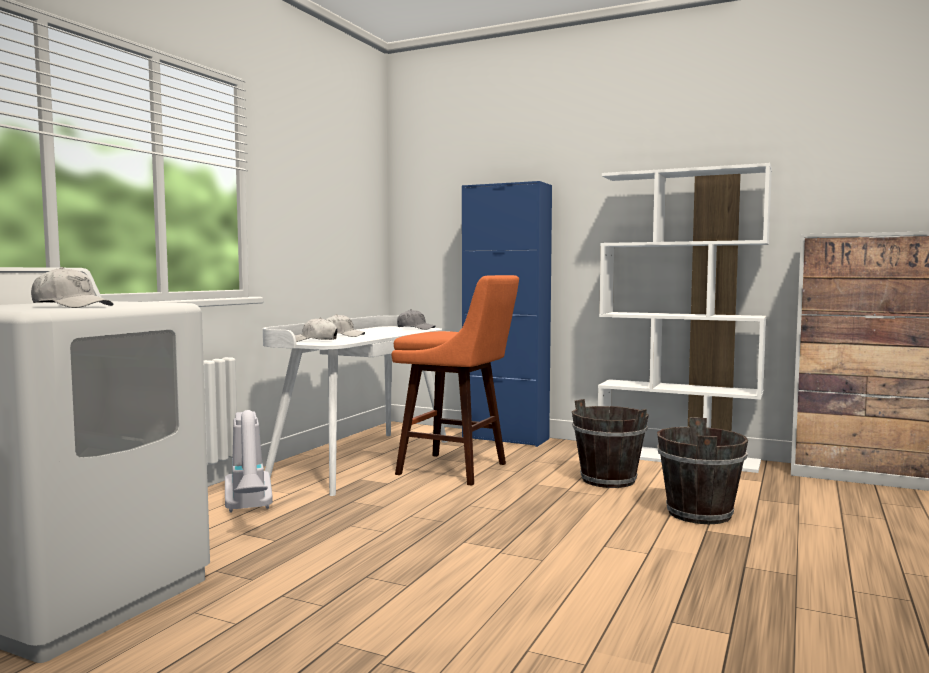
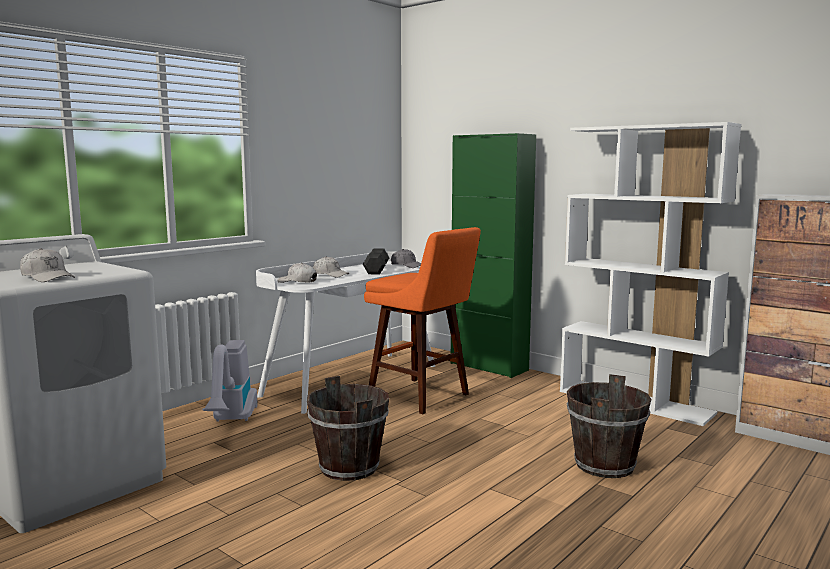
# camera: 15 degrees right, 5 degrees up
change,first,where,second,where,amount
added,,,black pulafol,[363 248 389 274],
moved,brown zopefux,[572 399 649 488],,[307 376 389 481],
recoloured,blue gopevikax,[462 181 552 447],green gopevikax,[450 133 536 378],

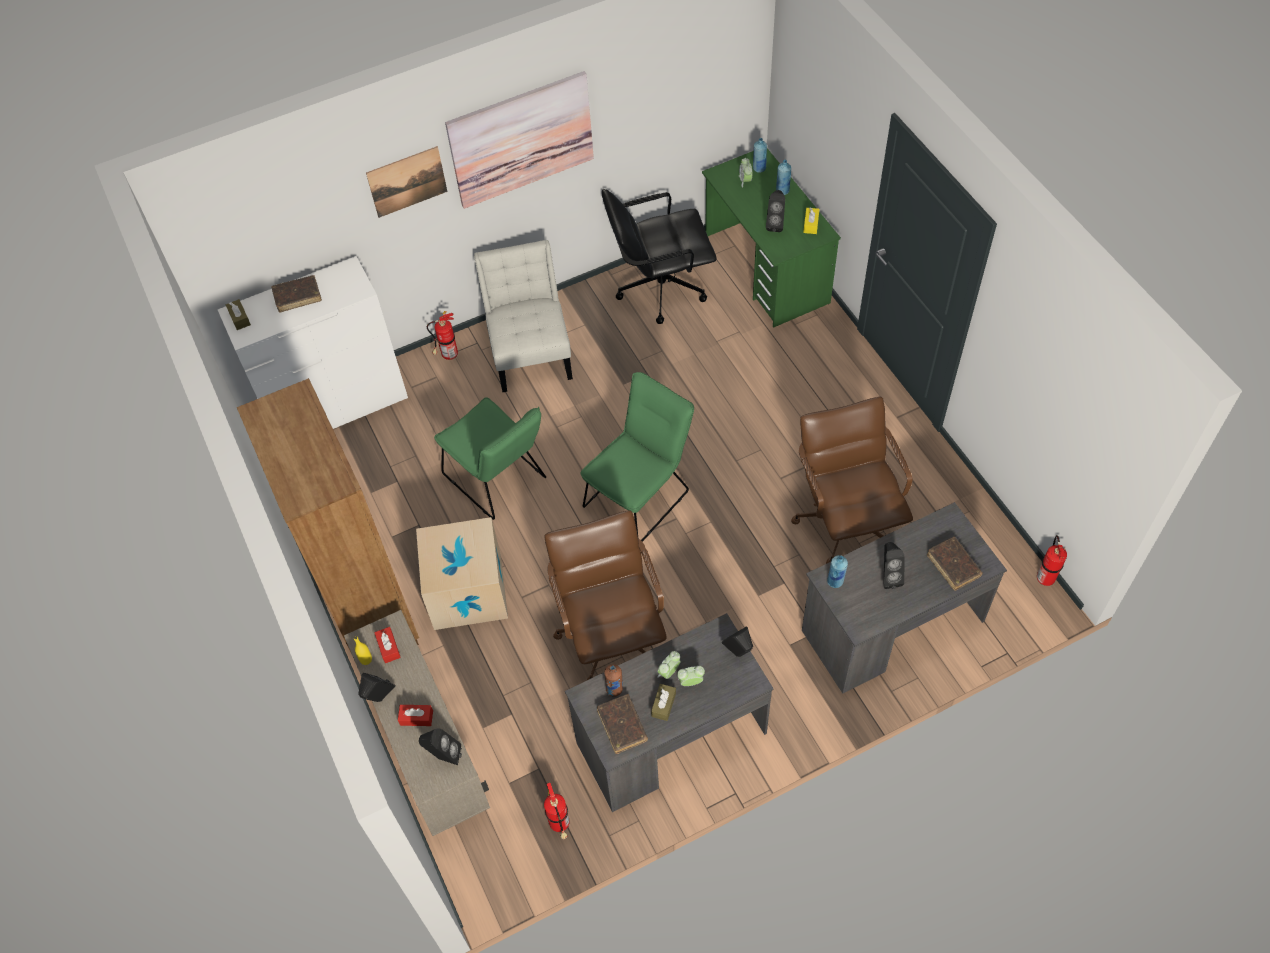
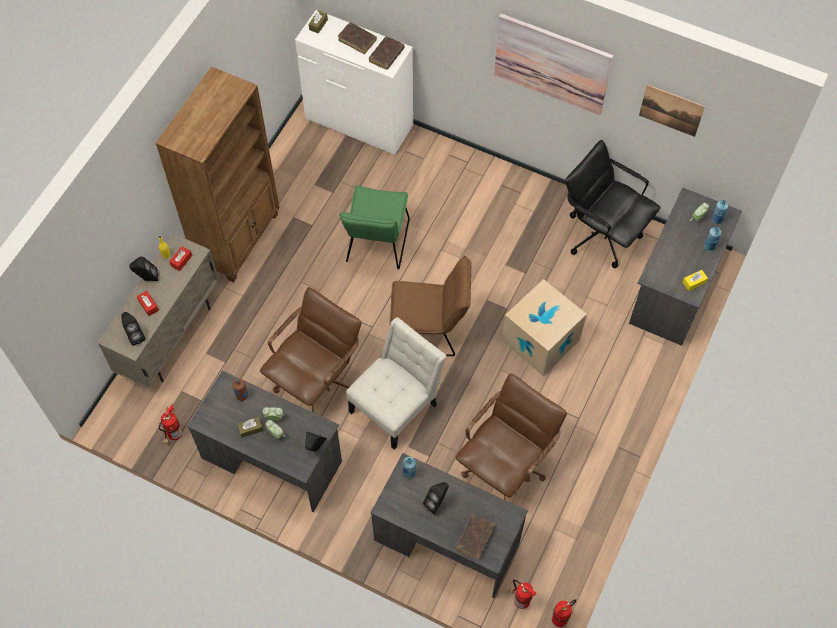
# camera: 50 degrees right, 5 degrees up
change,first,where,second,where,amount
removed,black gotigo,[766 190 785 232],,,
moved,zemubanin,[366 146 448 218],,[639 85 705 137],
moved,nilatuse,[416 517 508 630],,[502 279 587 376],
moved,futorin,[427 311 458 360],,[509 579 536 609],
moved,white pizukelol,[474 240 573 392],,[346 317 446 449],
moved,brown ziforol,[597 694 648 754],,[369 36 405 70],
recoloured,green pizukelol,[581 372 694 542],brown pizukelol,[389 256 471 356],
recoloured,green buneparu,[702 148 841 327],grey buneparu,[629 187 742 346],

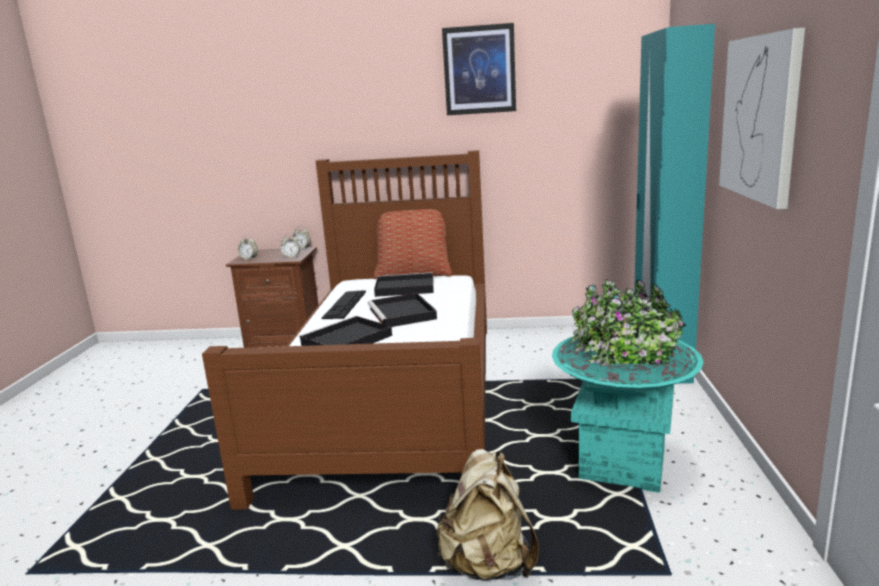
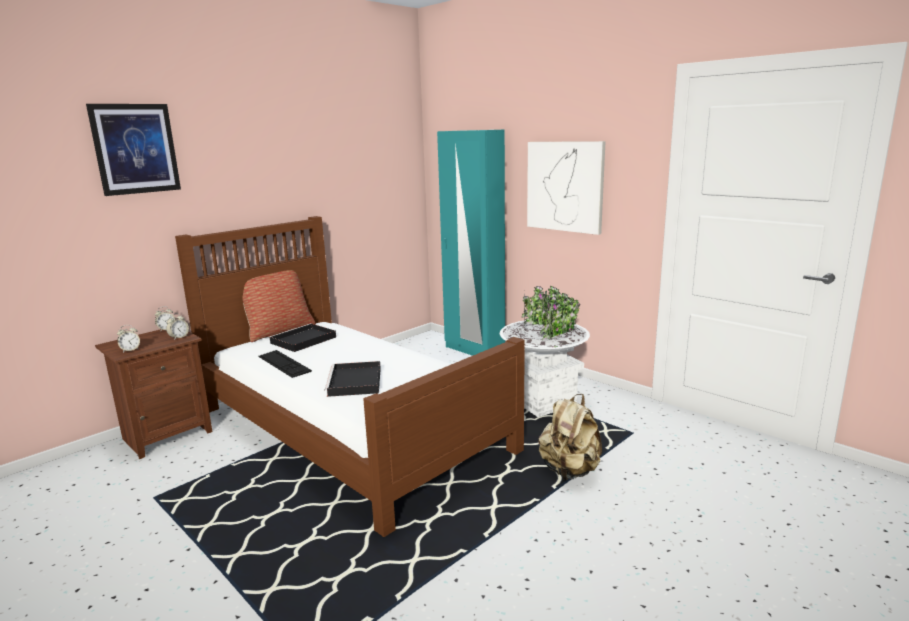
# camera: 50 degrees left, 0 degrees up
change,first,where,second,where,amount
removed,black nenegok,[368 293 437 327],,,
moved,zemubanin,[442 23 516 115],,[86 104 181 196],
recoloured,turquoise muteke,[552 279 704 493],white muteke,[500 286 590 417],

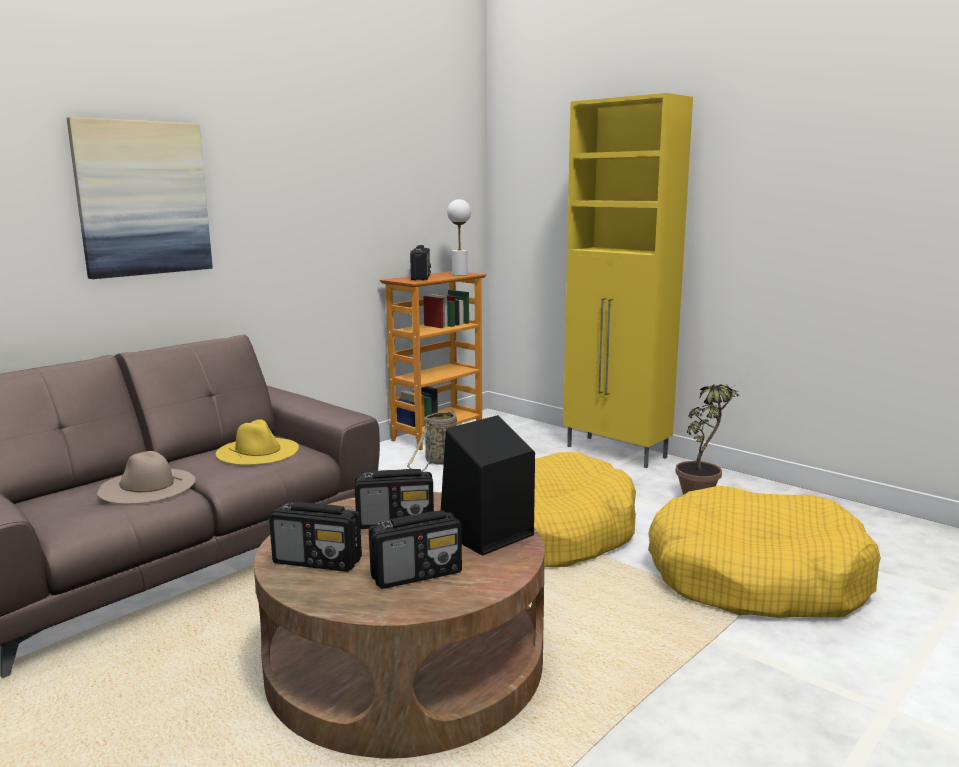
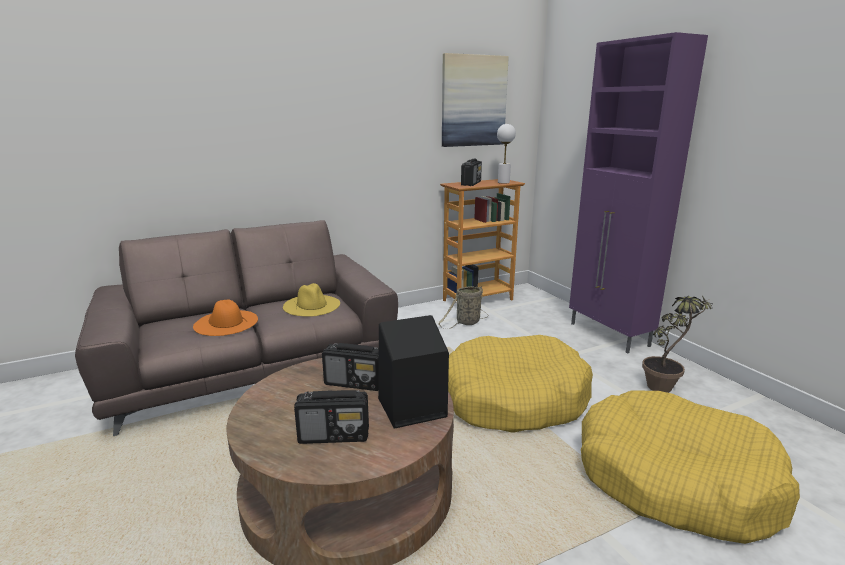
# camera: 20 degrees right, 5 degrees up
change,first,where,second,where,amount
removed,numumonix,[269 502 362 572],,,
moved,zemubanin,[67 117 213 279],,[442 53 509 147],
recoloured,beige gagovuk,[97 451 196 504],orange gagovuk,[193 300 258 336],
recoloured,yellow gopevikax,[563 93 693 468],purple gopevikax,[569 32 708 354],

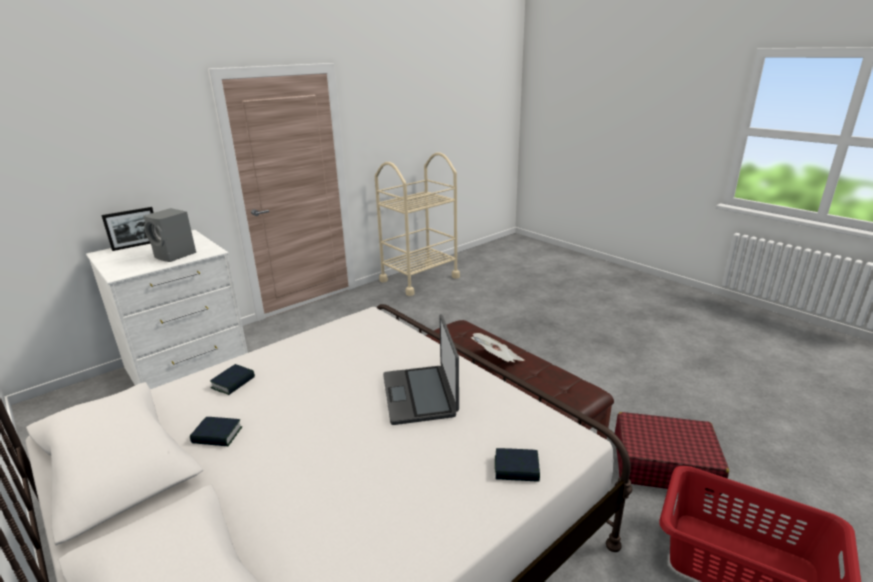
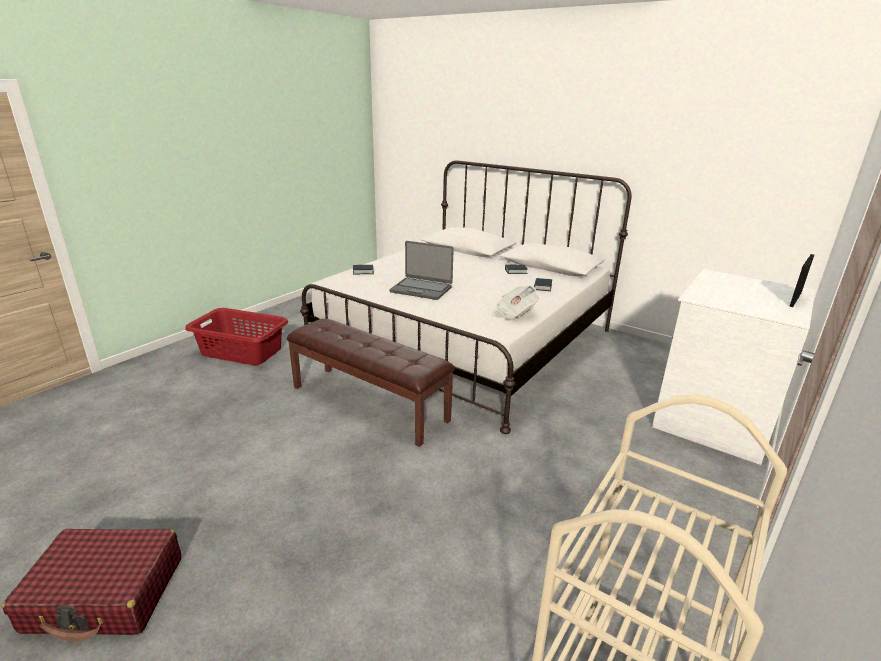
# camera: 165 degrees right, 0 degrees up
change,first,where,second,where,amount
removed,grey gotigo,[143 208 196 262],,,
moved,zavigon,[471 333 525 363],,[492 286 539 320],
moved,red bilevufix,[615 412 729 495],,[2 529 182 642],
turned,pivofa,[383 314 459 425],,[389 241 454 300],135 degrees clockwise

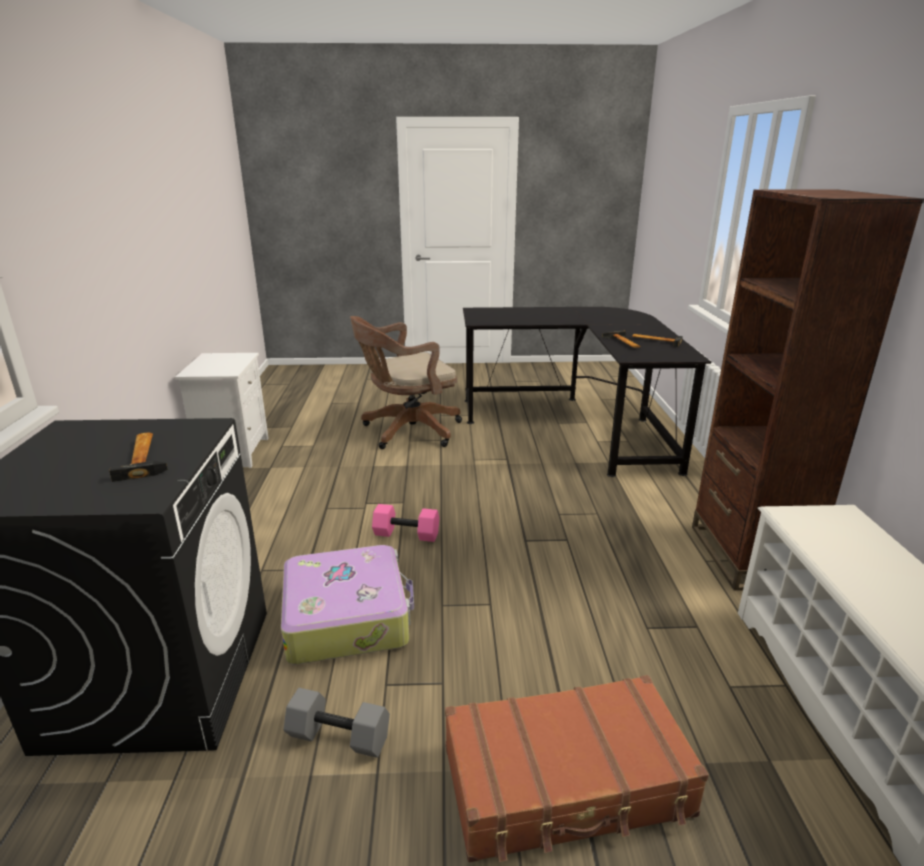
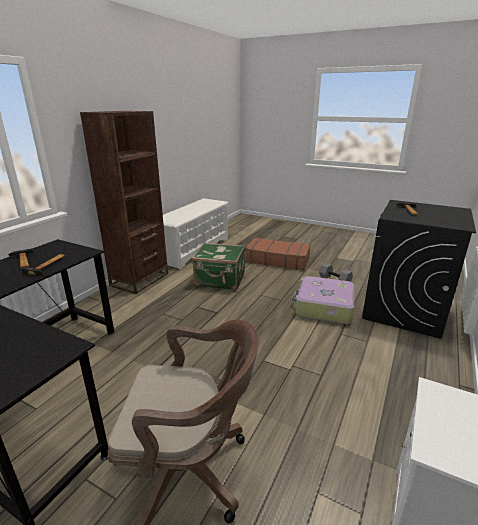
# camera: 150 degrees left, 0 degrees up
change,first,where,second,where,amount
removed,pink pulafol,[372 504 439 542],,,
added,,,green bilevufix,[192 242 246 290],

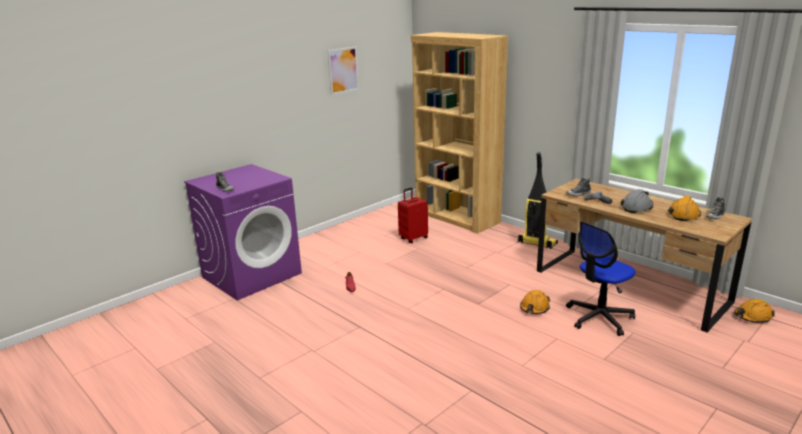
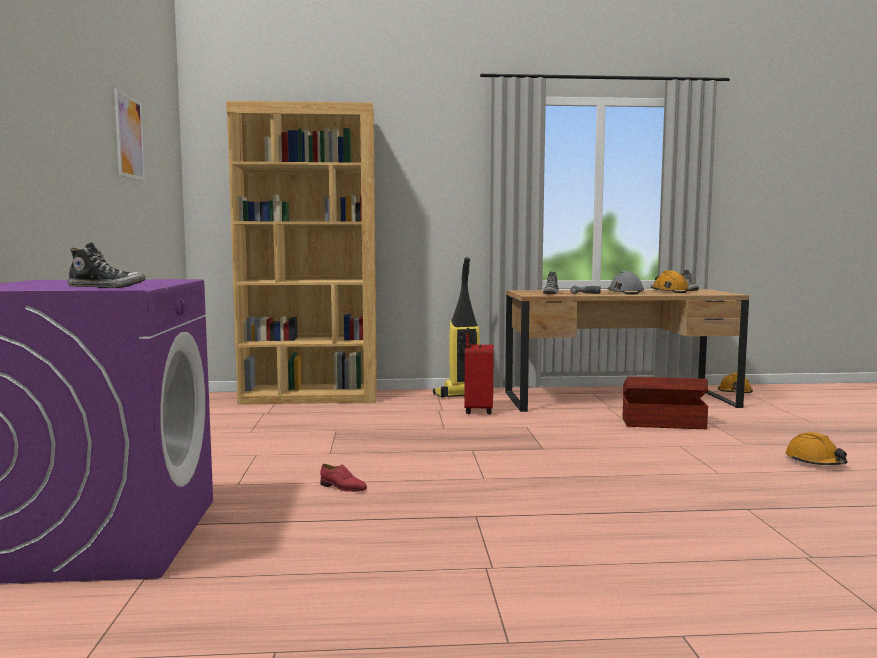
# camera: 50 degrees left, 15 degrees down
change,first,where,second,where,amount
moved,red bilevufix,[398 188 428 243],,[464 328 494 414],
moved,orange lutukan,[520 290 550 314],,[786 432 847 465],
replaced,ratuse,[566 221 635 336],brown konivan,[623 377 708 429],

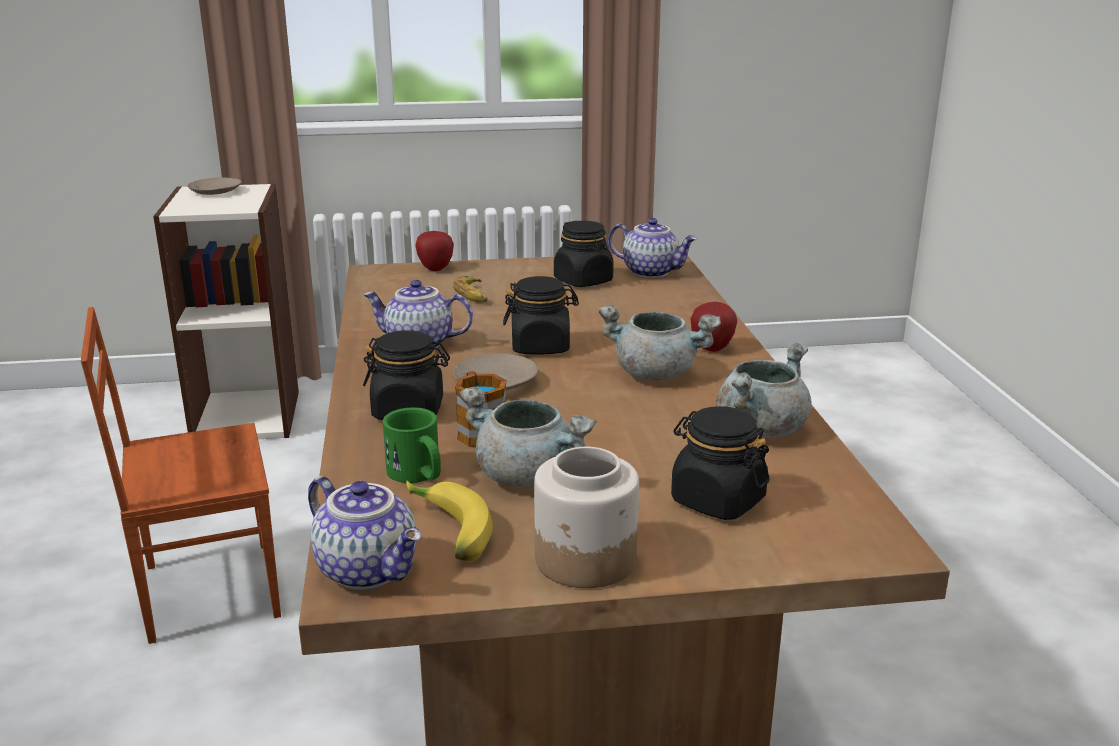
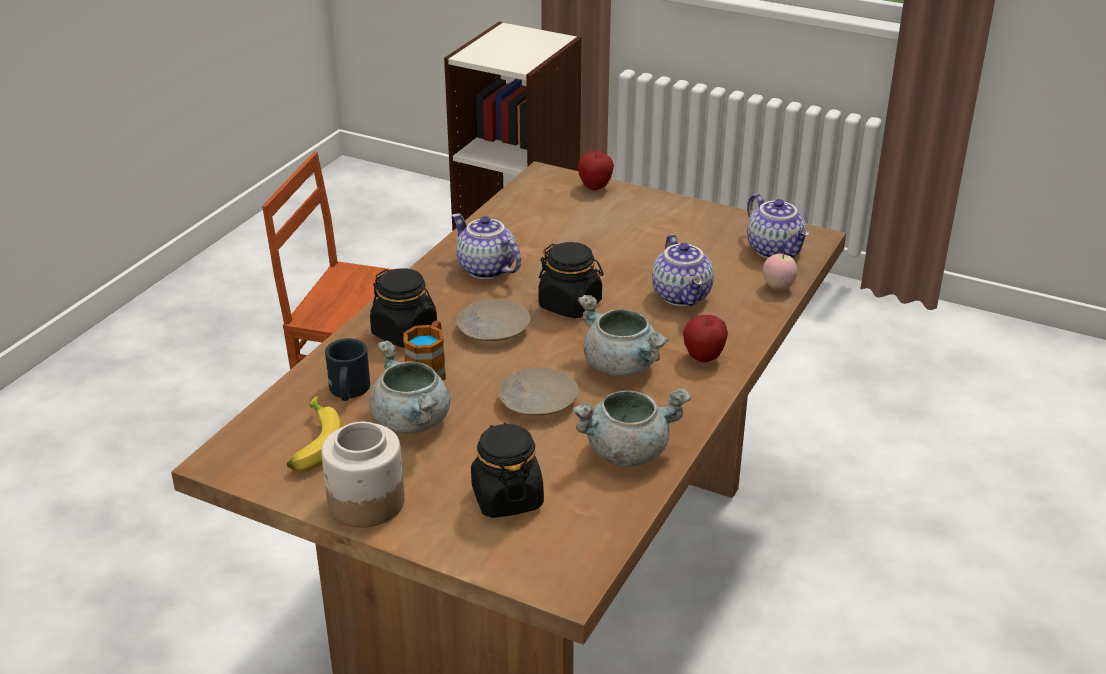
# camera: 35 degrees right, 10 degrees up
change,first,where,second,where,amount
removed,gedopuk,[453 276 488 303],,,
removed,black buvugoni,[554 221 614 287],,,
added,,,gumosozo,[763 252 798 290],
moved,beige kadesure,[187 177 241 195],,[498 367 578 416],
moved,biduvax,[308 476 421 590],,[652 234 714 306],
recoloured,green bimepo,[382 407 441 483],black bimepo,[325 338 370 401],

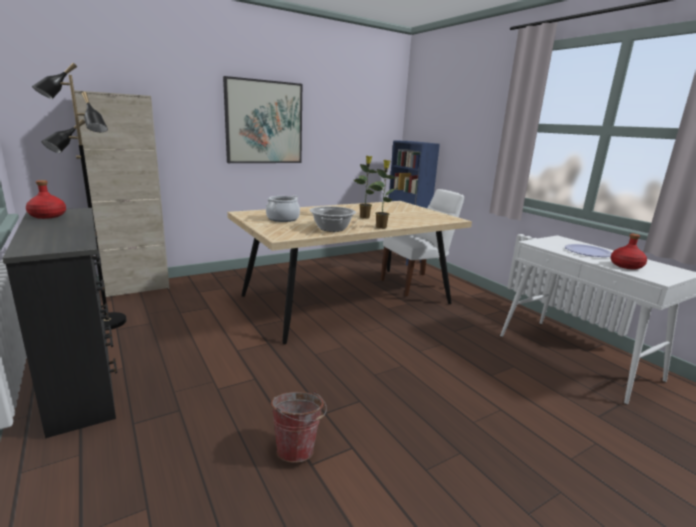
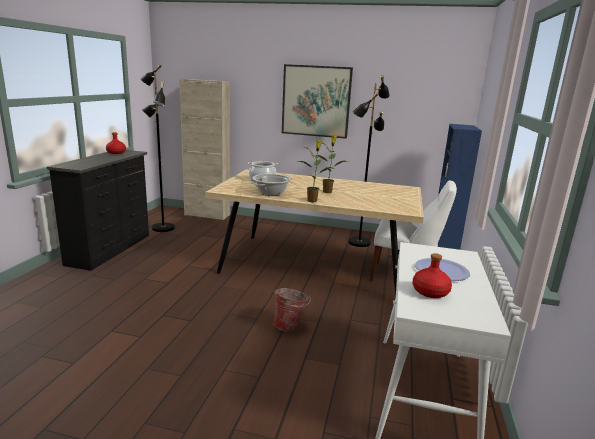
# camera: 45 degrees right, 0 degrees up
change,first,where,second,where,amount
added,,,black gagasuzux,[348 75 390 247],
moved,zopefux,[271 391 327 463],,[273 288 310 332],

